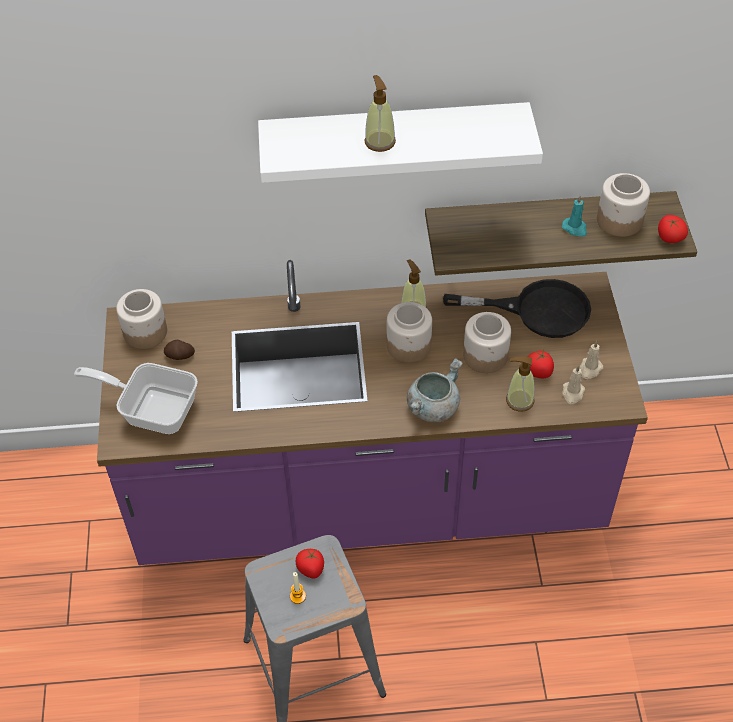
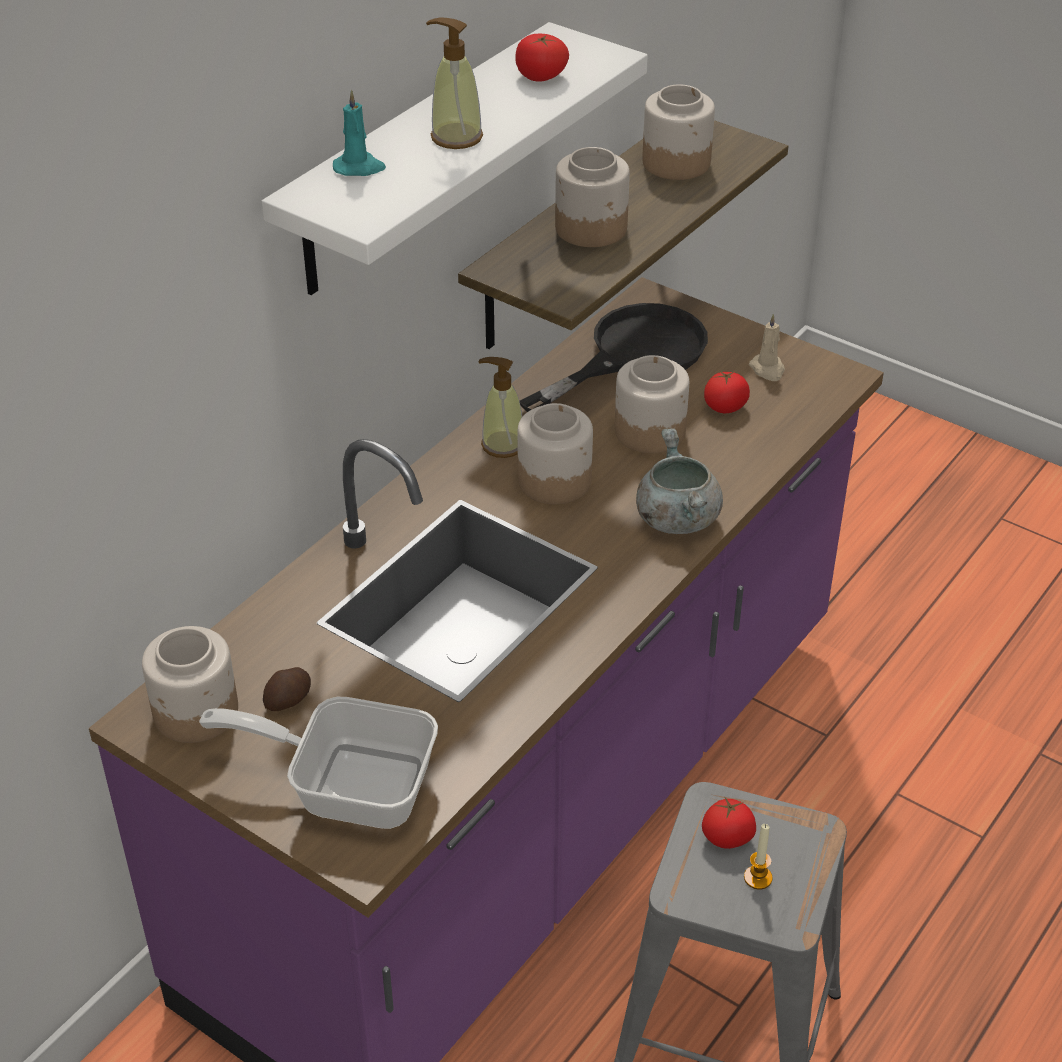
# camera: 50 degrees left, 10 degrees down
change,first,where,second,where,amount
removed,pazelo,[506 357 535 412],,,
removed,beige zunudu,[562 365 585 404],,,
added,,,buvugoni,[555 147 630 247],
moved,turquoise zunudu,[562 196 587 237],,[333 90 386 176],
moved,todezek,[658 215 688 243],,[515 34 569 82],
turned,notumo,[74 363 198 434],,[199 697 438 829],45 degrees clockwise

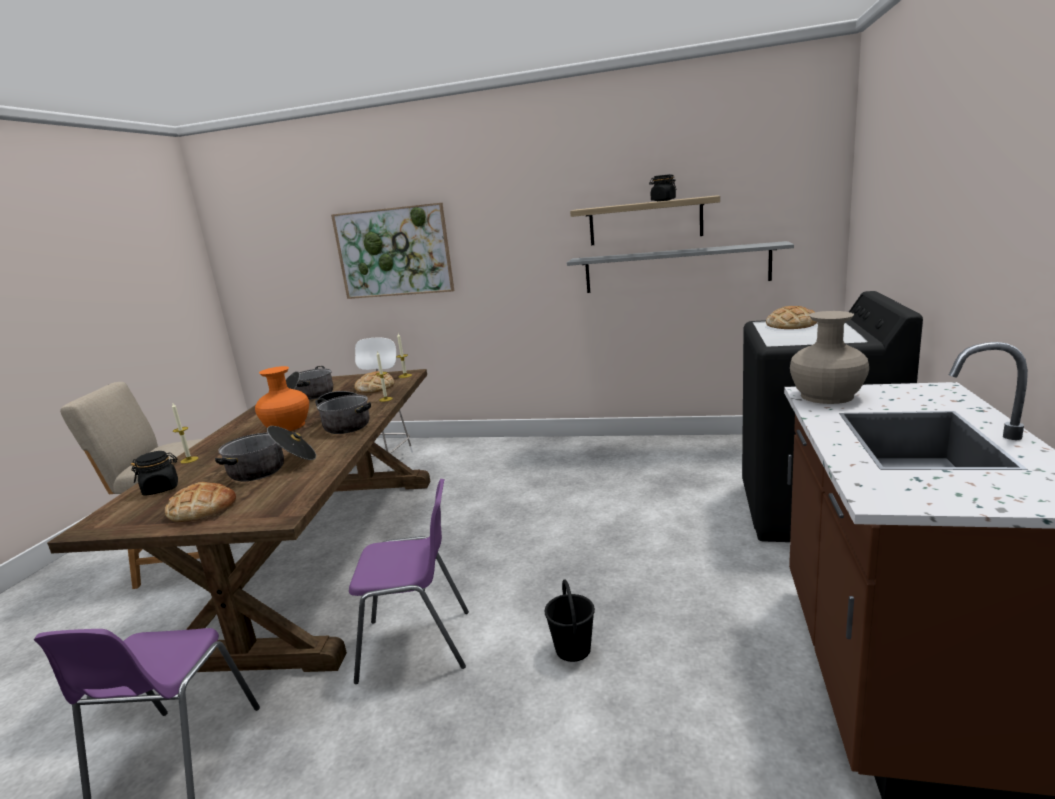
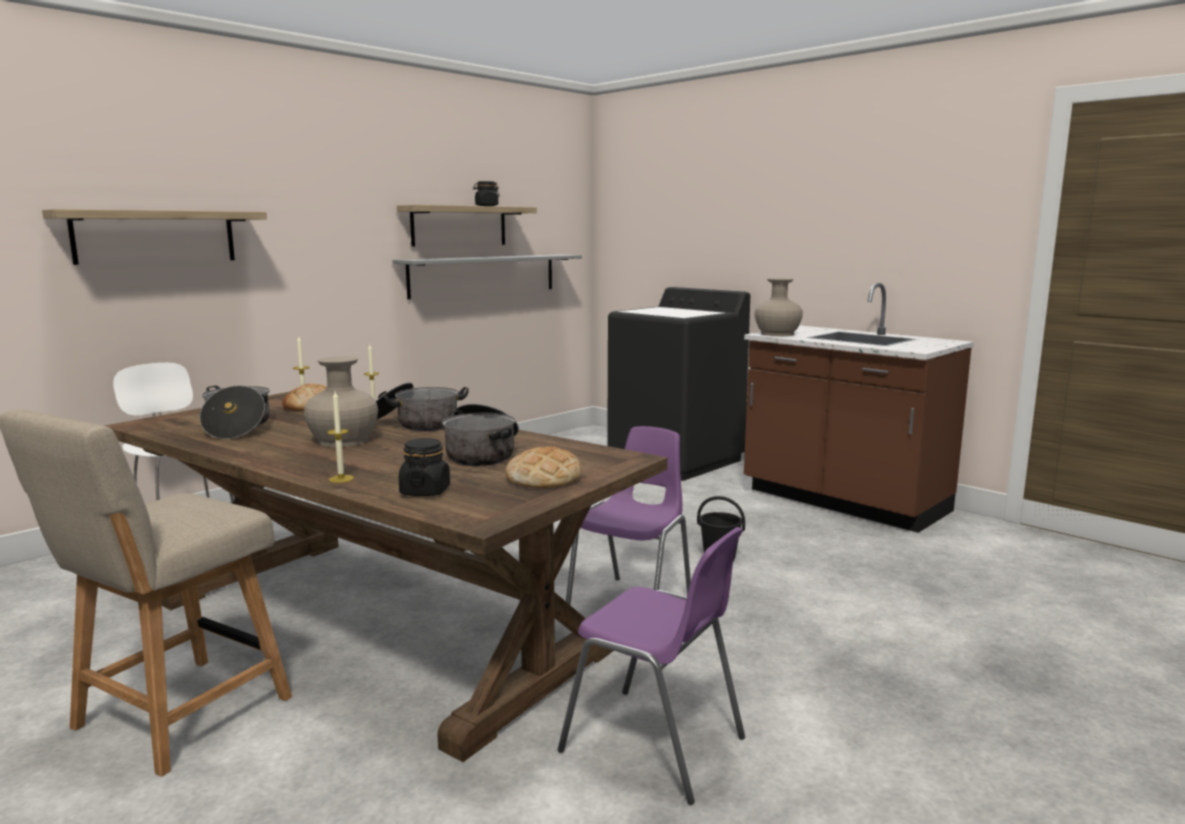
# camera: 60 degrees left, 5 degrees down
change,first,where,second,where,amount
removed,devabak,[766 306 817 329],,,
replaced,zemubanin,[331 203 454 299],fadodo,[42 209 267 265],
recoloured,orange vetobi,[255 366 309 431],beige vetobi,[304 356 378 447],

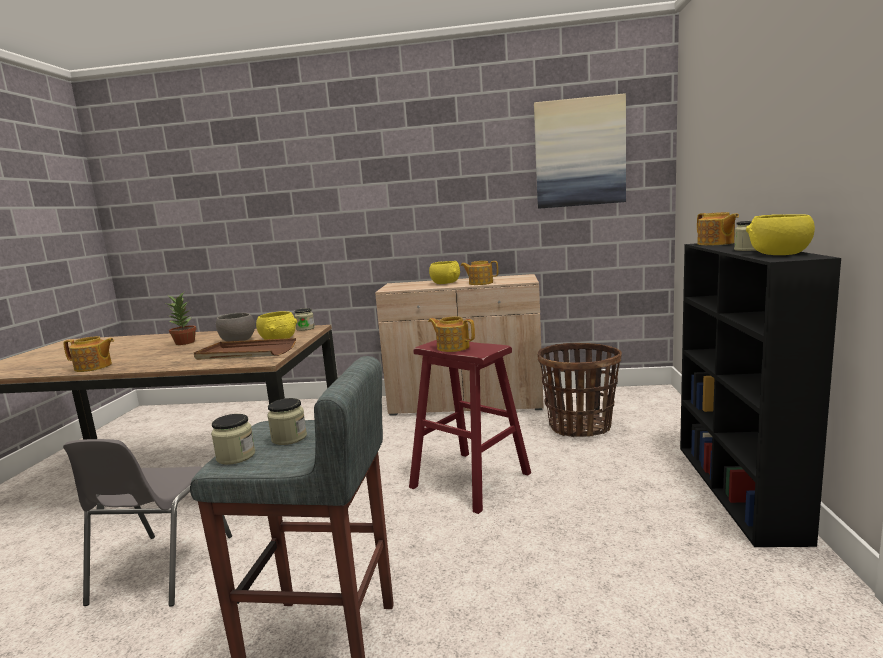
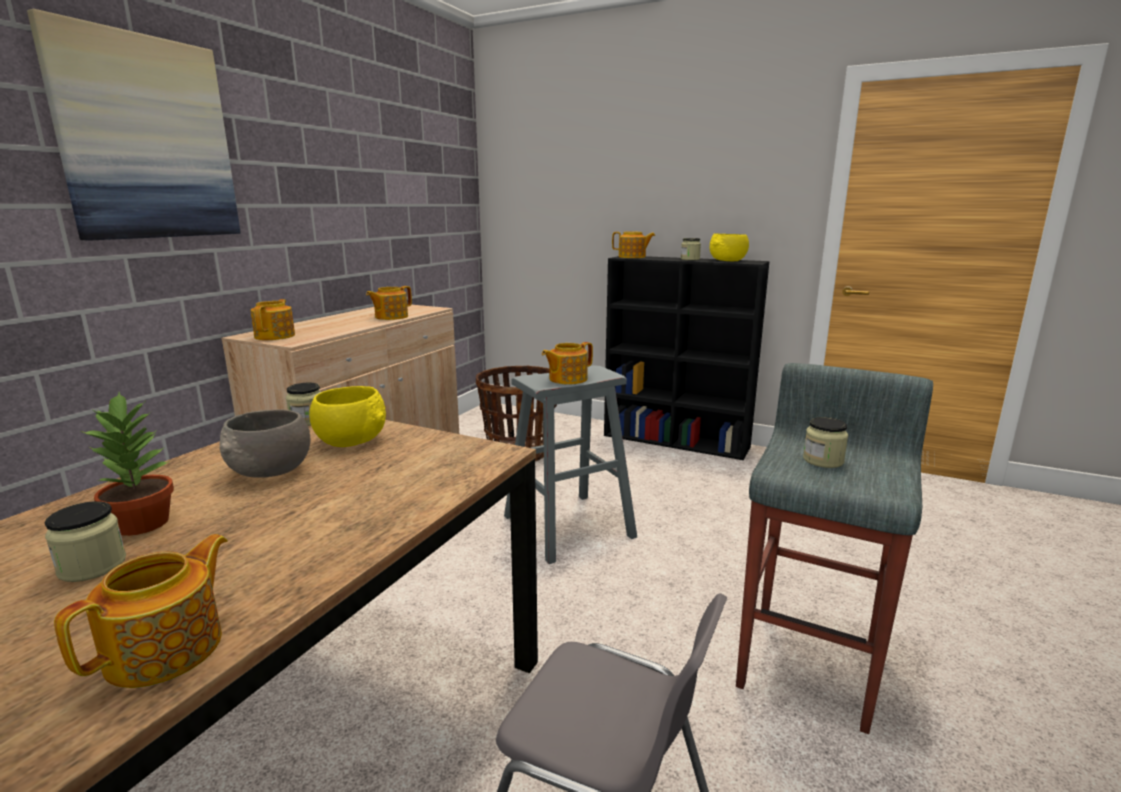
# camera: 70 degrees left, 5 degrees up
change,first,where,second,where,amount
removed,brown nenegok,[194 338 296 360],,,
removed,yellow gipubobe,[429 261 460 284],,,
added,,,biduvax,[251 299 295 340],
moved,buvugoni,[211 414 255 465],,[45 501 126 582],
moved,zemubanin,[534 93 626 209],,[27 9 241 241],
recoloured,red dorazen,[409 340 531 514],grey dorazen,[504 365 637 564],

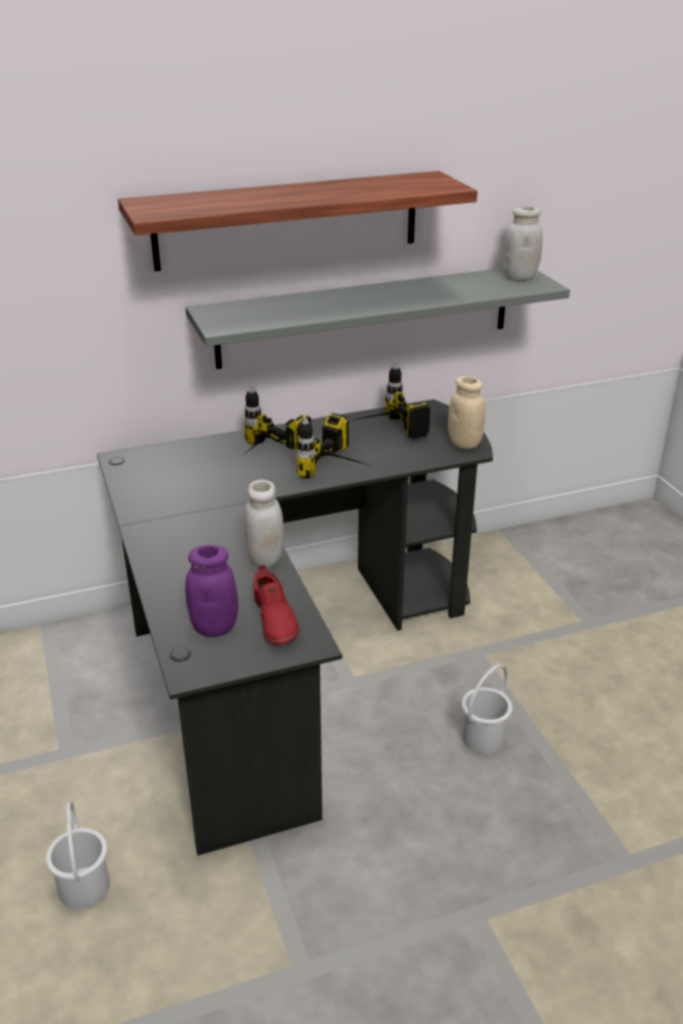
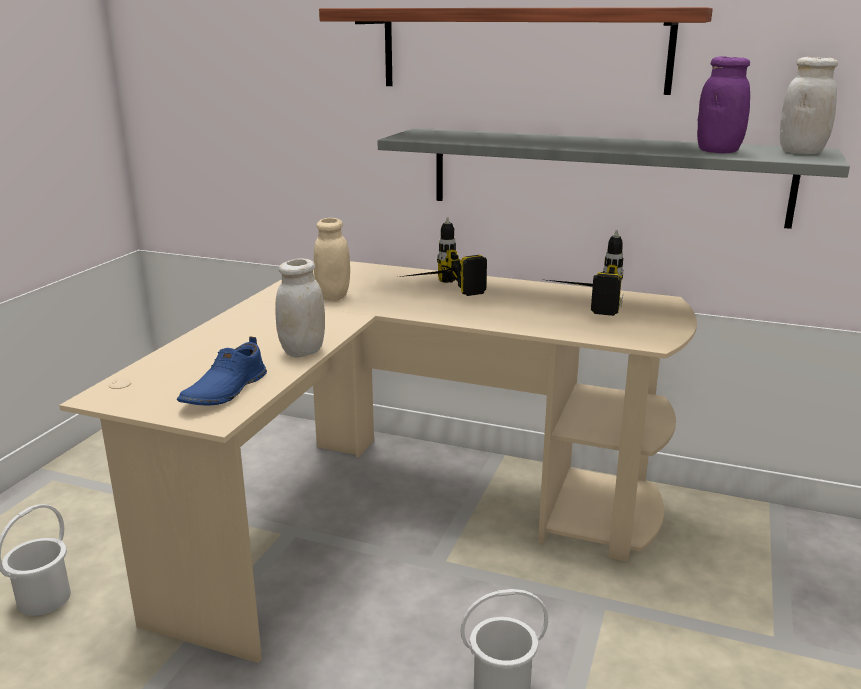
# camera: 40 degrees right, 10 degrees down
change,first,where,second,where,amount
removed,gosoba,[296 413 372 478],,,
moved,purple buvugoni,[185 545 238 637],,[697 56 750 153],
moved,beige buvugoni,[448 376 485 449],,[314 218 350 301],
recoloured,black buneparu,[97 399 493 855],beige buneparu,[59 261 697 663],
recoloured,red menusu,[253 565 300 645],blue menusu,[177 336 267 405],

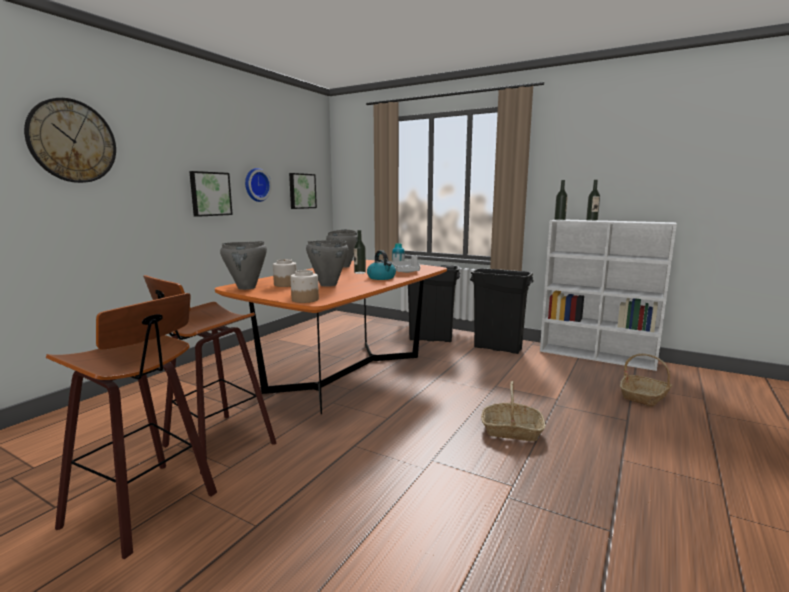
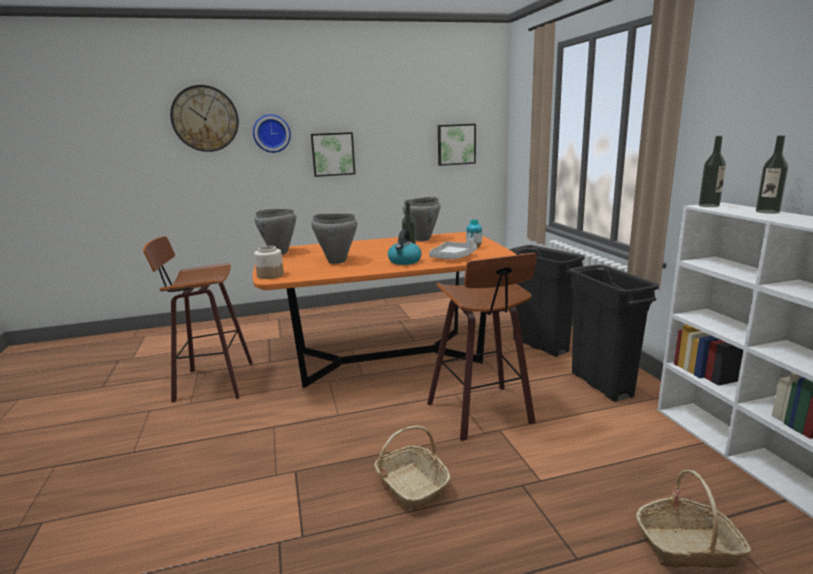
# camera: 45 degrees right, 5 degrees up
change,first,where,second,where,amount
removed,buvugoni,[273 259 297 287],,,
moved,dorazen,[46 293 217 559],,[427 253 537 441],
moved,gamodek,[245 168 272 202],,[253 114 291 153],

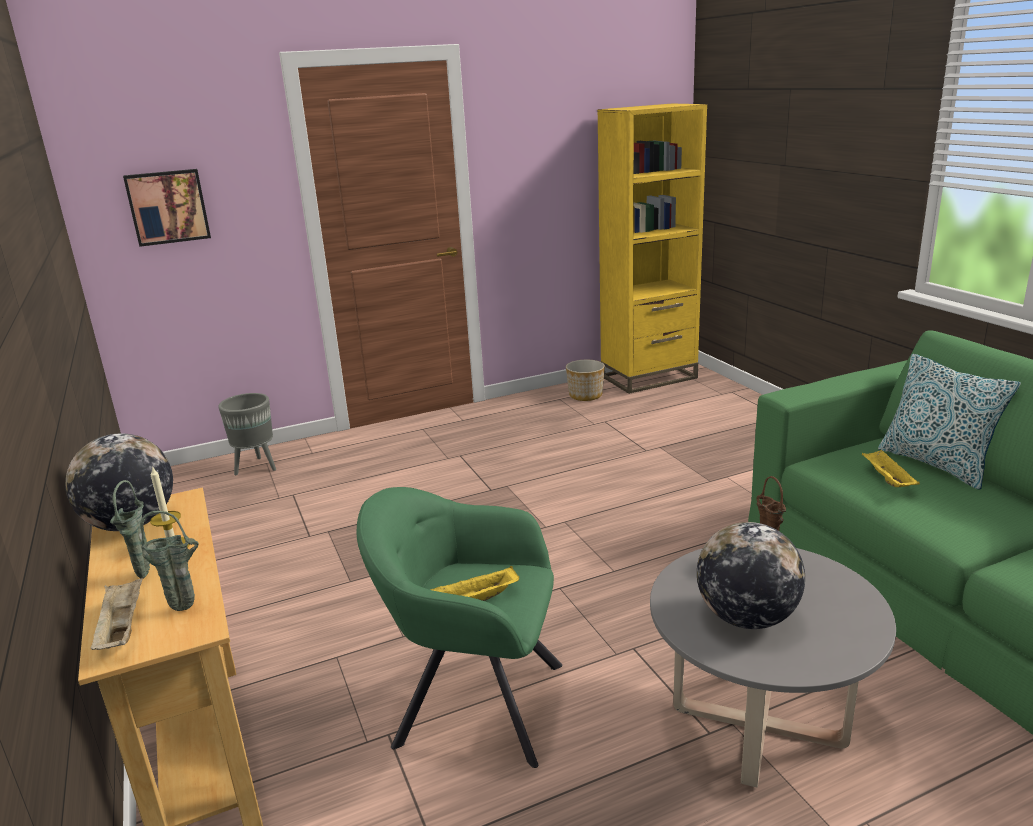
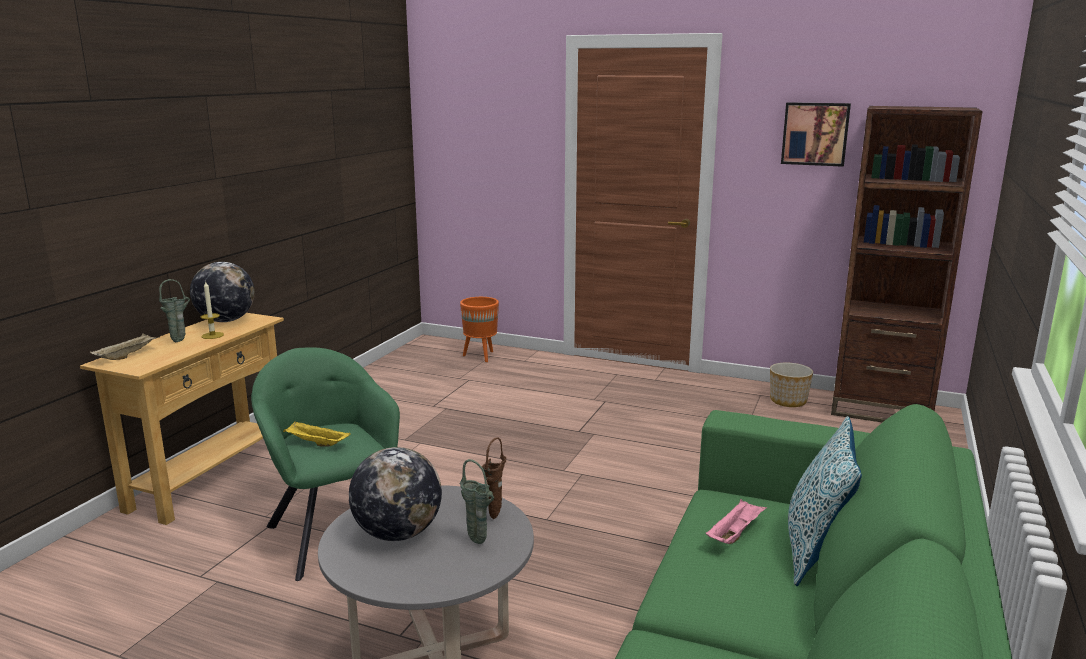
# camera: 45 degrees right, 5 degrees down
change,first,where,second,where,amount
moved,zemubanin,[123 169 211 247],,[781 102 851 167],
moved,green vetobi,[140 511 199 611],,[460 459 494 544],
recoloured,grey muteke,[218 393 276 475],orange muteke,[460 297 499 362],
recoloured,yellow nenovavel,[597 104 707 394],brown nenovavel,[831 106 982 422],
recoloured,yellow nenegok,[862 450 920 487],pink nenegok,[706 499 767 544],

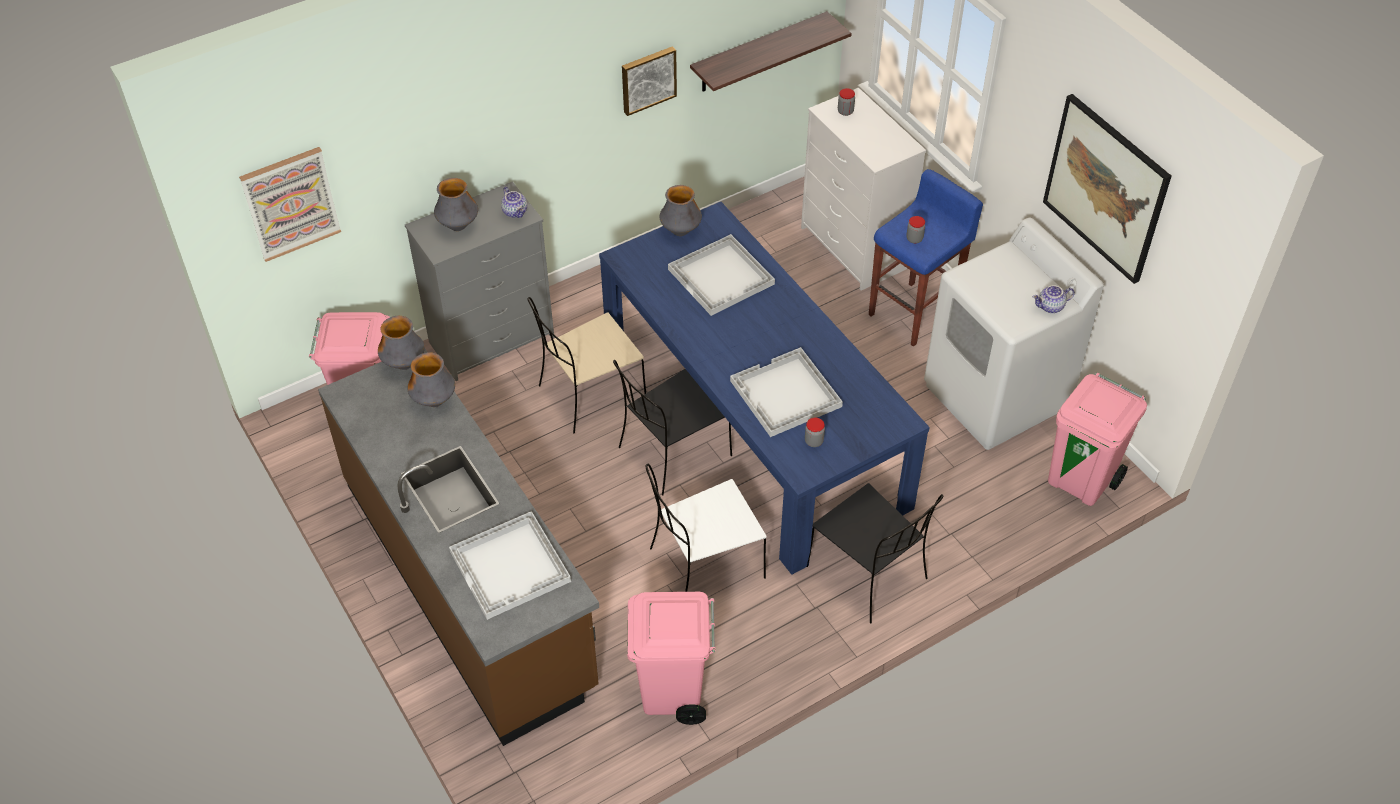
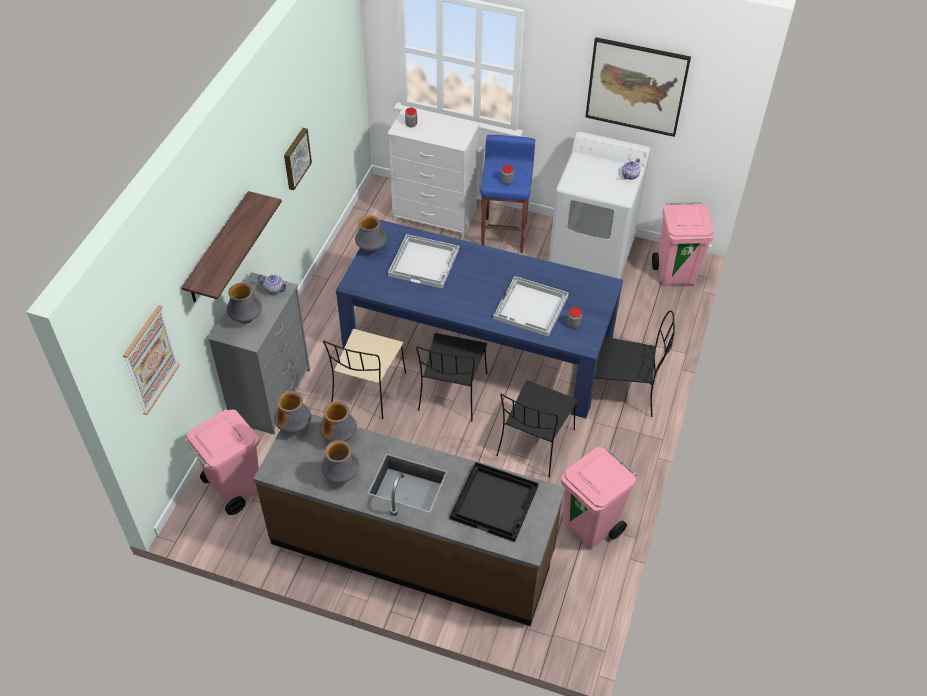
# camera: 40 degrees left, 0 degrees up
change,first,where,second,where,amount
added,,,vetobi,[321 440 359 483],
moved,fadodo,[690 11 852 92],,[181 191 282 302],
recoloured,white nenegok,[449 511 571 620],black nenegok,[450 462 539 542],
recoloured,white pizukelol,[646 464 767 592],black pizukelol,[496 380 578 477],

